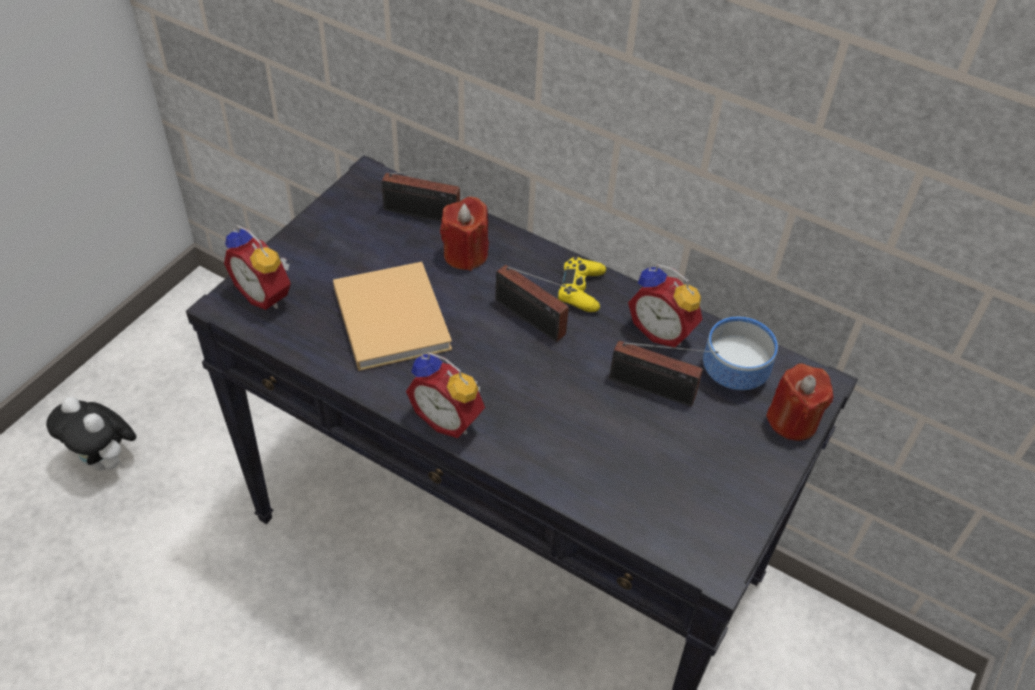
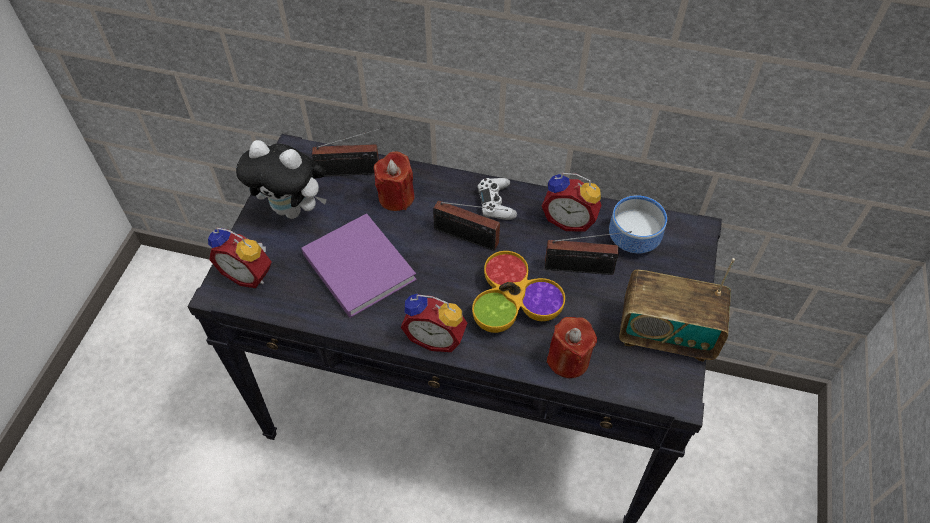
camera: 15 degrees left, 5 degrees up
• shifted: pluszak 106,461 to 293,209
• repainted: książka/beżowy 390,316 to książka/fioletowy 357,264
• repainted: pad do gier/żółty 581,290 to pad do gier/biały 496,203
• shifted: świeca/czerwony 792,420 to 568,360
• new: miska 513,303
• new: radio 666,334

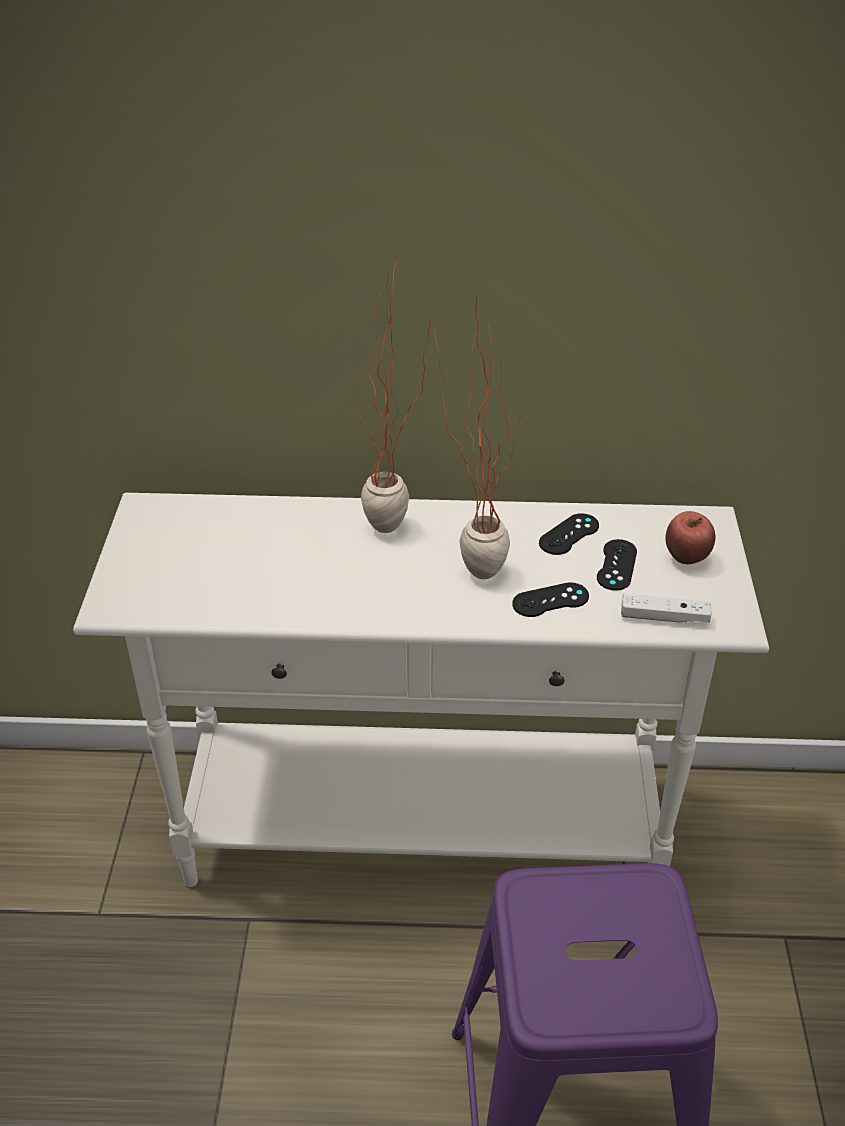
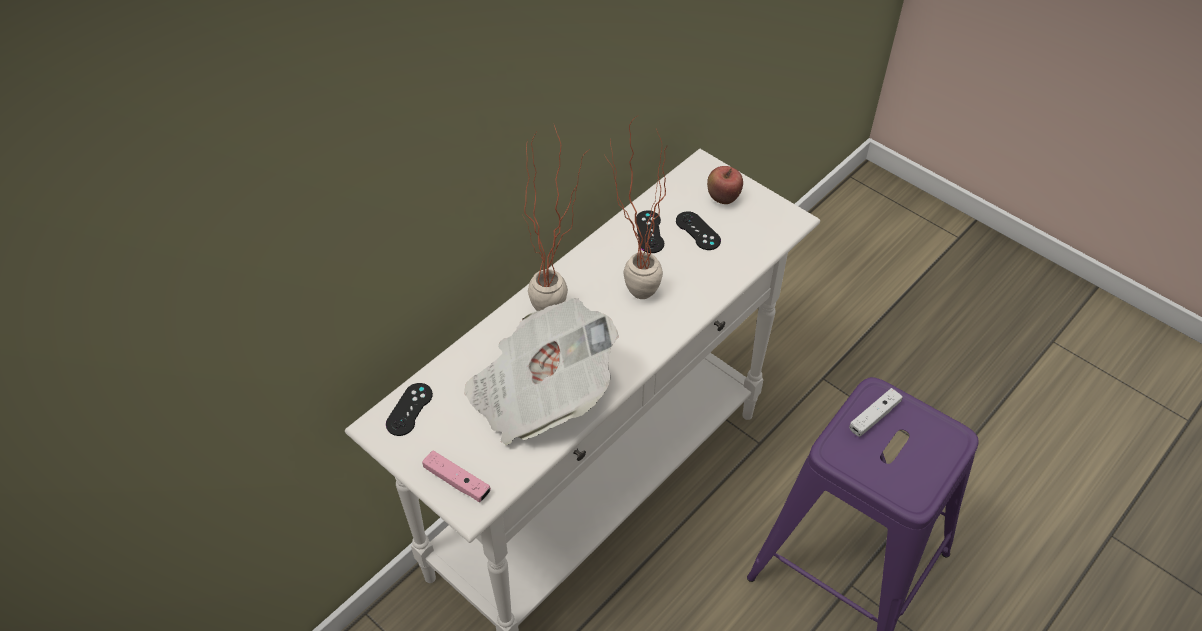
camera: 50 degrees left, 10 degrees up
• shifted: pad do gier/czarny 550,600 to 409,409
• shifted: pad do gier/biały 664,617 to 874,416
• new: pad do gier/różowy 457,481
• new: gazeta 540,394

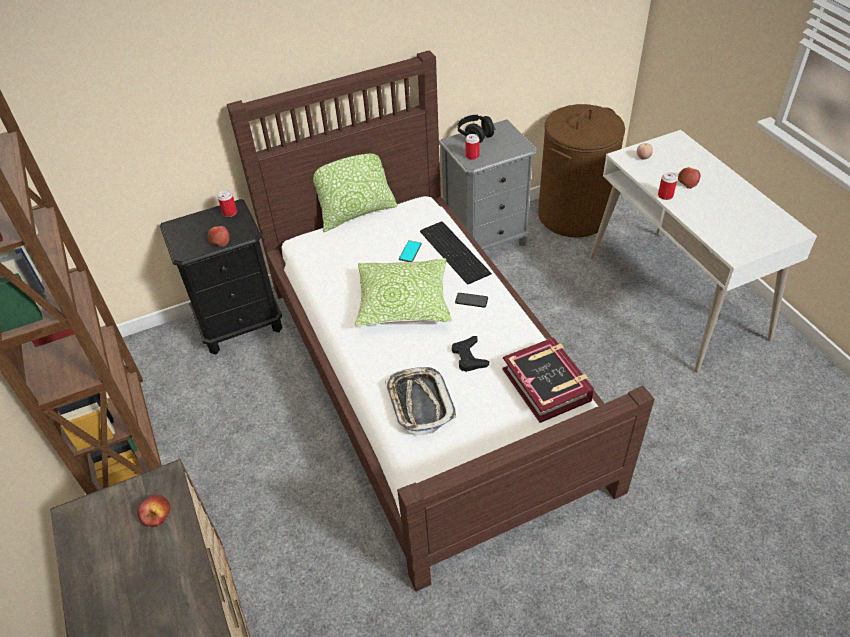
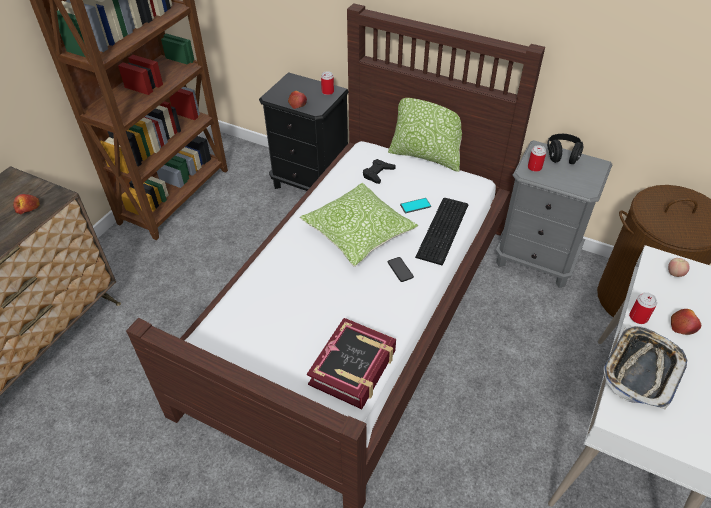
camera: 50 degrees right, 0 degrees up
• shifted: taca 419,403 to 641,369
• shifted: pad do gier/czarny 469,357 to 377,173

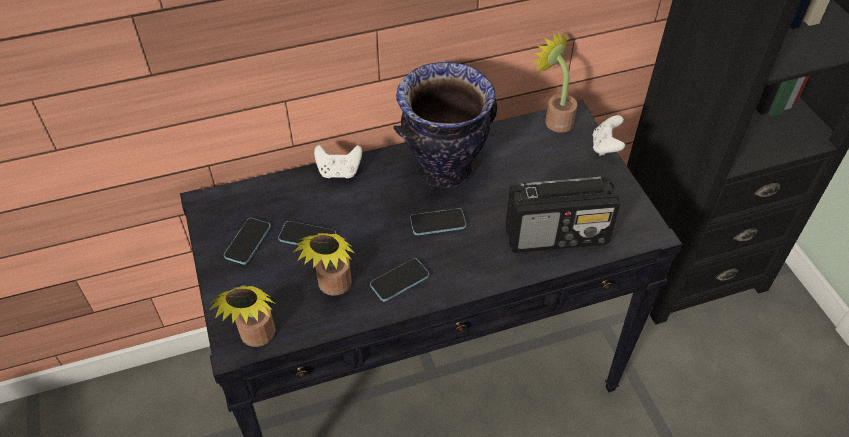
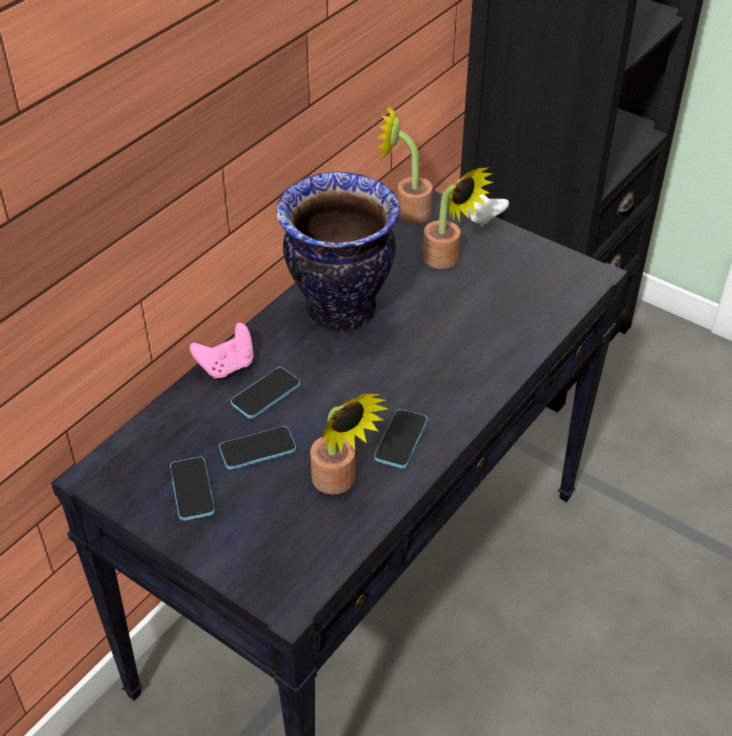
camera: 35 degrees left, 5 degrees down
• shifted: roślina doniczkowa 257,338 to 446,261
• repainted: pad do gier/biały 339,172 to pad do gier/różowy 227,366
• shifted: telefon 438,223 to 266,394
• gone: radio 557,235

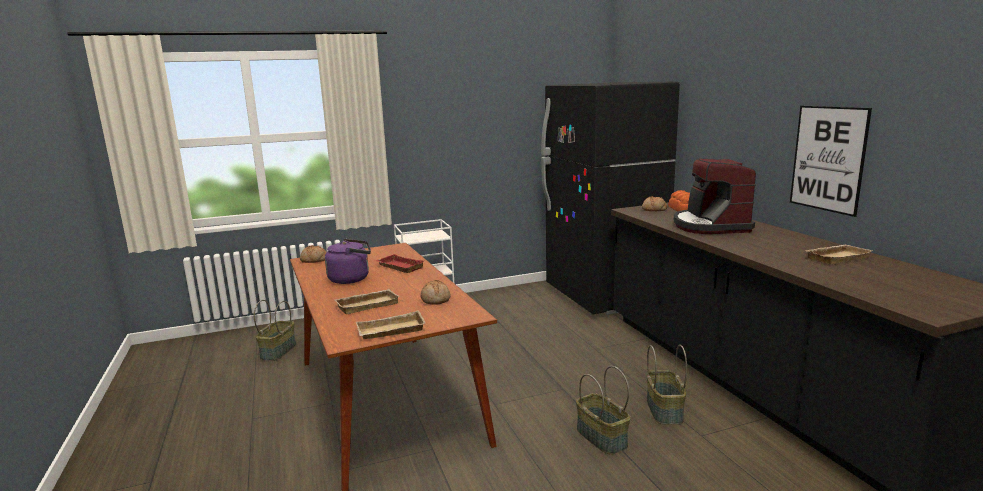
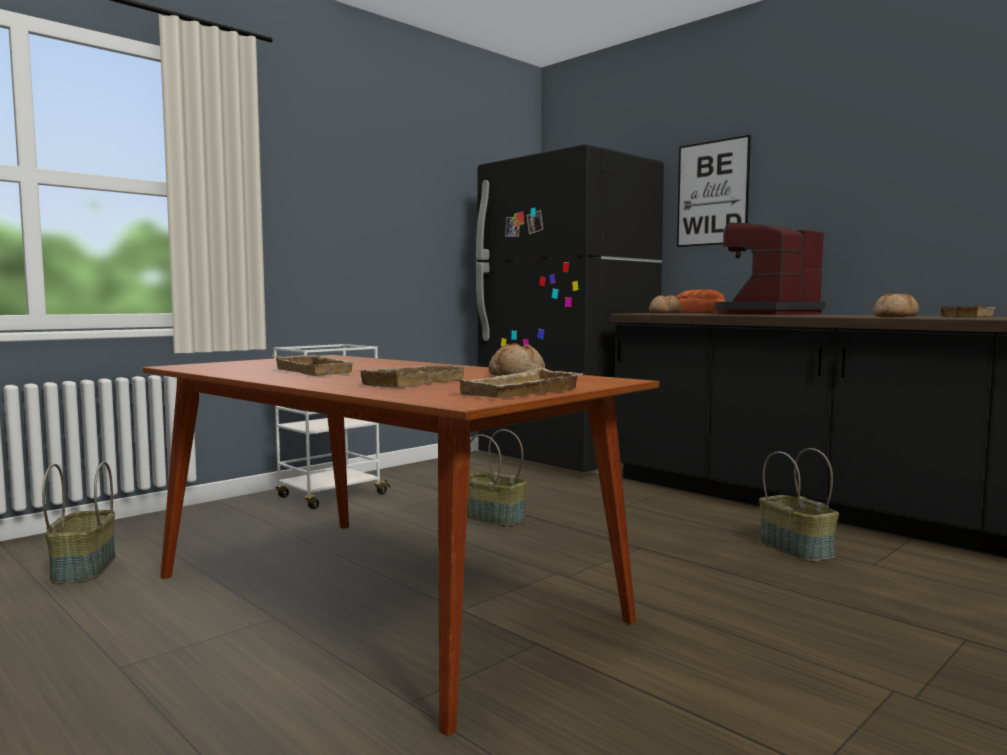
camera: 25 degrees left, 10 degrees down
• shifted: chleb 314,260 to 895,316
• swapped: czajnik/fioletowy 351,279 to taca/beżowy 318,371
• gone: taca/czerwony 398,267
• shifted: koszyk 600,437 to 492,518
• rotated: ekspres do kawy 710,226 = 766,314 75 degrees clockwise
• shifted: obraz 828,159 to 712,193

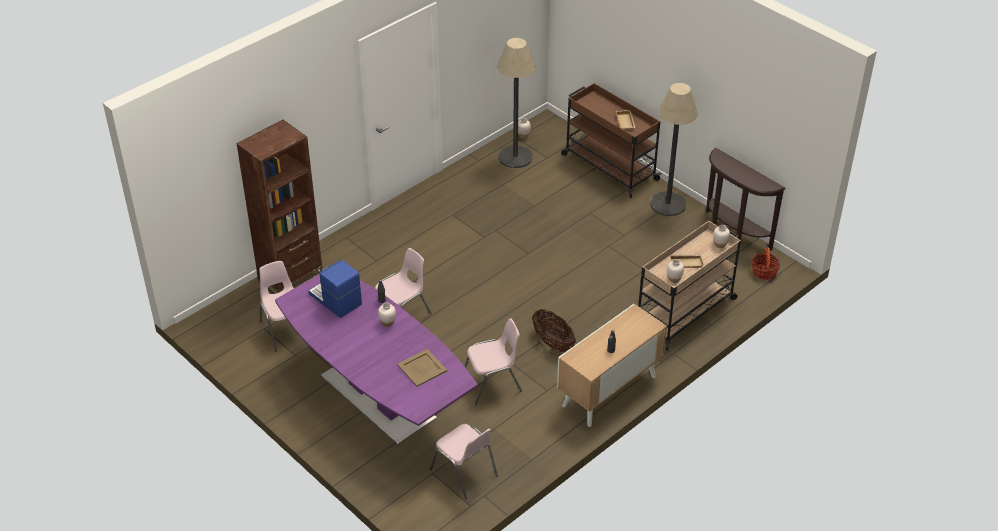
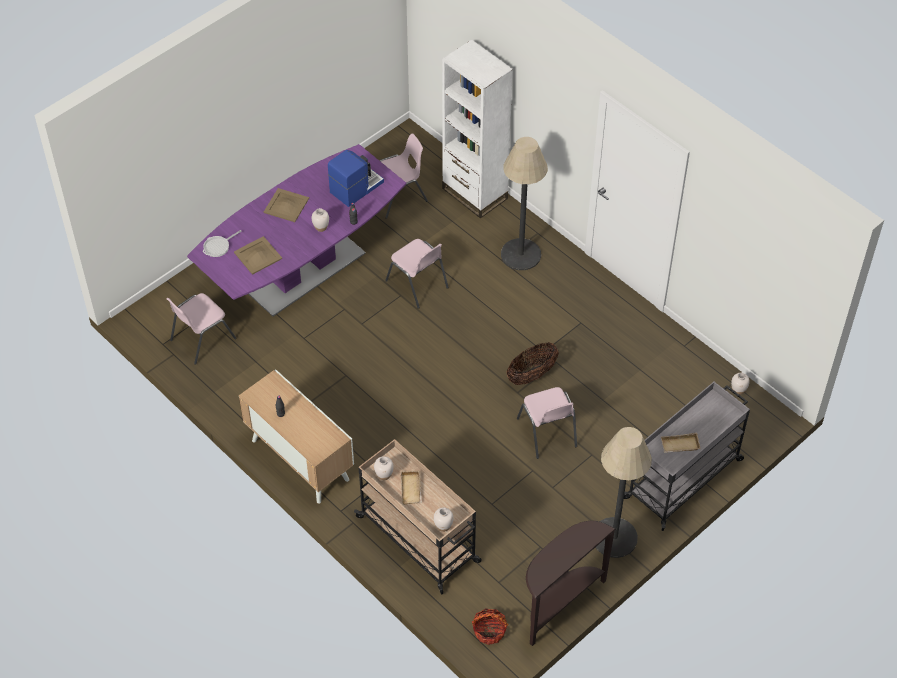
camera: 90 degrees right, 10 degrees up
• repainted: regał/brązowy 291,277 to regał/biały 474,194
• shifted: krzesło/różowy 493,383 to 547,433
• shifted: lampa stojąca 515,157 to 521,254
• shifted: koszyk 553,343 to 531,375
• repainted: wózek/brązowy 608,166 to wózek/szary 684,478
• new: patelnia 218,247
• new: taca/beżowy 286,205

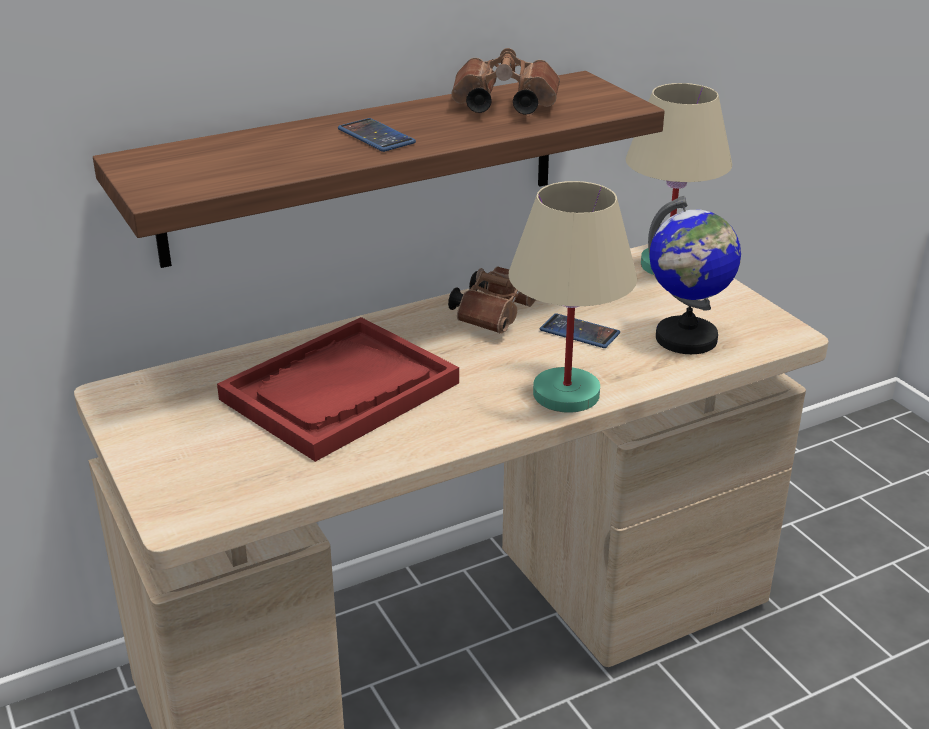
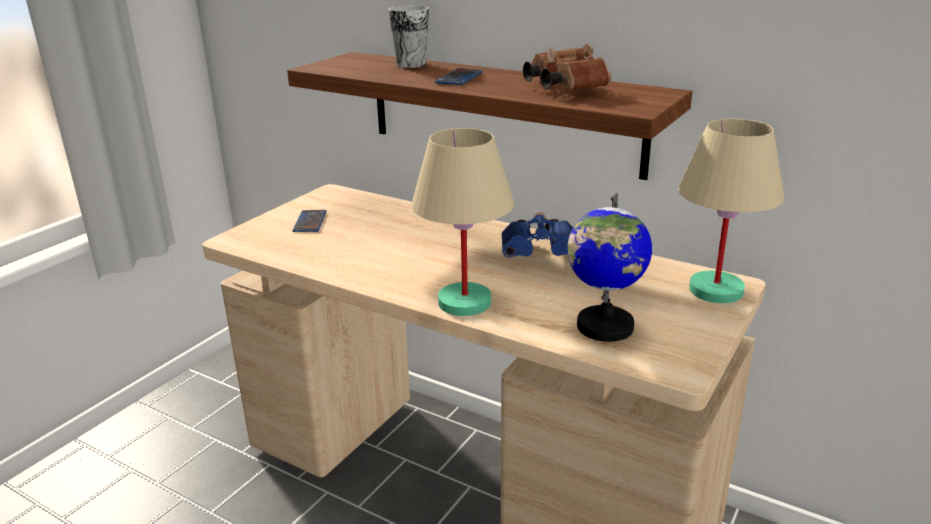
camera: 60 degrees right, 5 degrees down
• gone: taca/czerwony 340,392
• repainted: lornetka/brązowy 498,314 to lornetka/niebieski 542,253
• shifted: telefon 579,332 to 310,222
• new: filiżanka 411,64

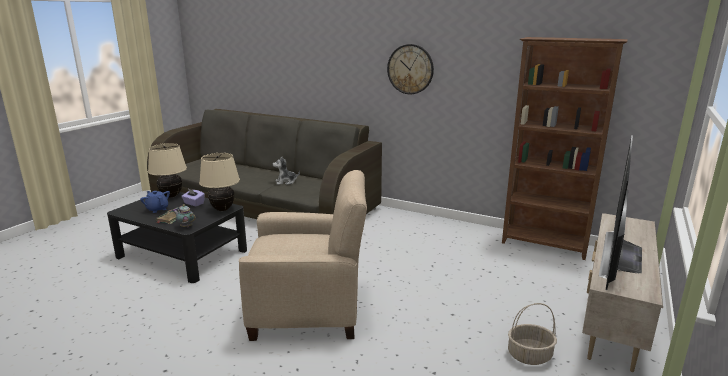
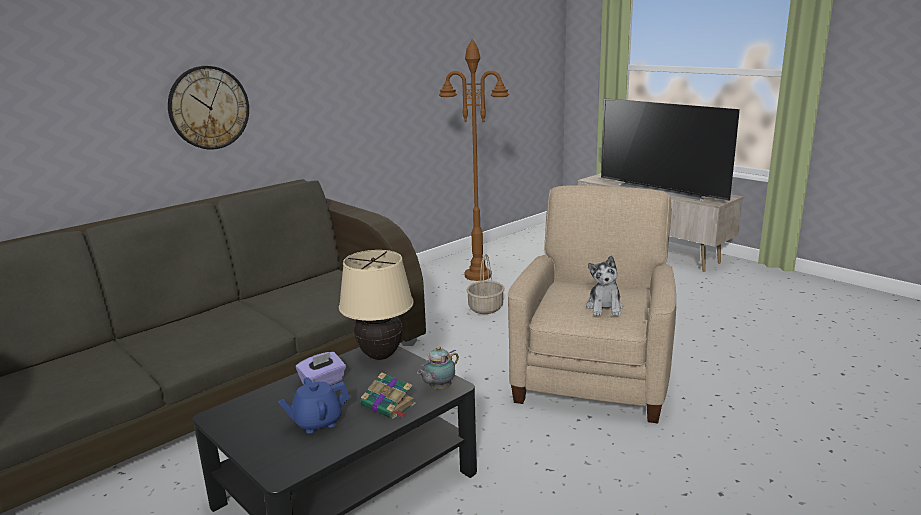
camera: 70 degrees left, 0 degrees up
• gone: lampa stołowa/beżowy 171,196
• shifted: pluszak 286,182 to 604,308
• shifted: zegar ścienny 410,69 to 209,108
• gone: regał/brązowy 545,245
• shifted: koszyk 529,355 to 486,308
• new: lampa stojąca/brązowy 478,275

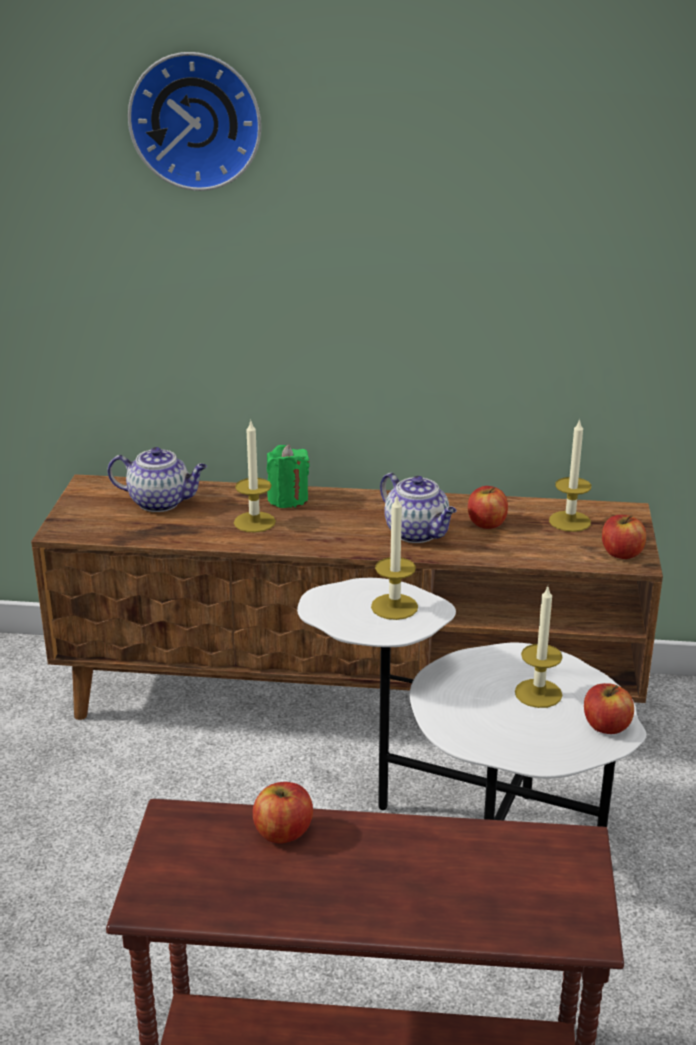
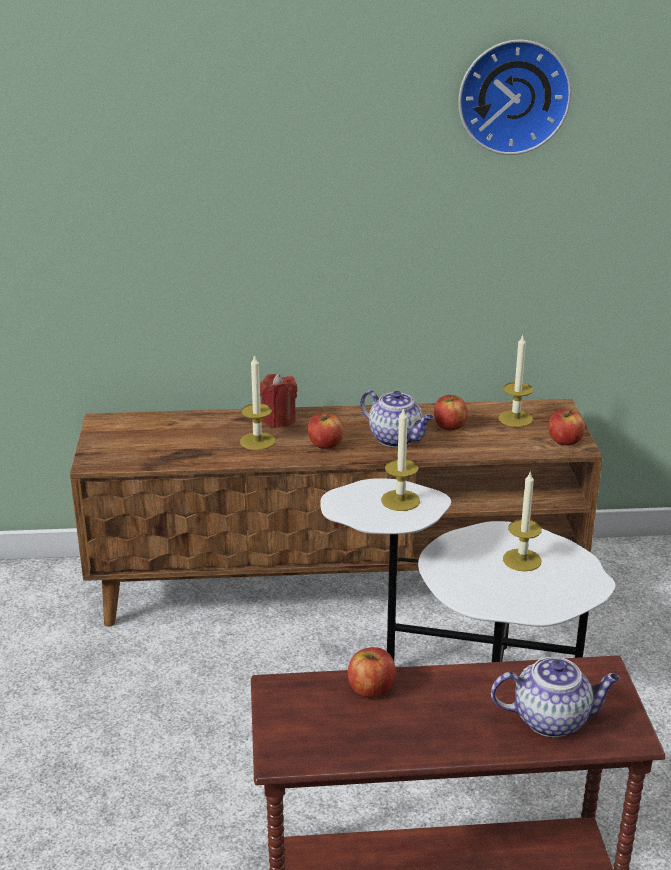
camera: 10 degrees left, 0 degrees up
• shifted: imbryk 161,502 to 552,719
• shifted: zegar ścienny 196,120 to 512,96
• repainted: świeca/zielony 288,499 to świeca/czerwony 278,419
• shifted: jabłko 606,726 to 325,444

